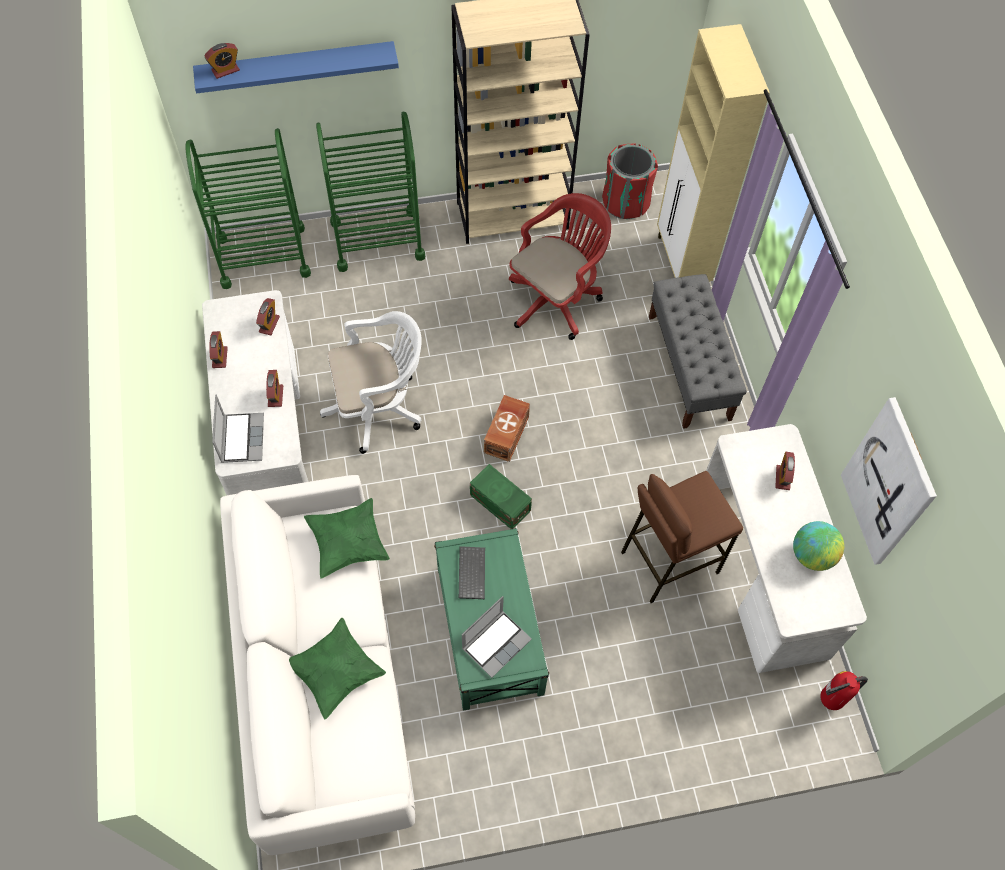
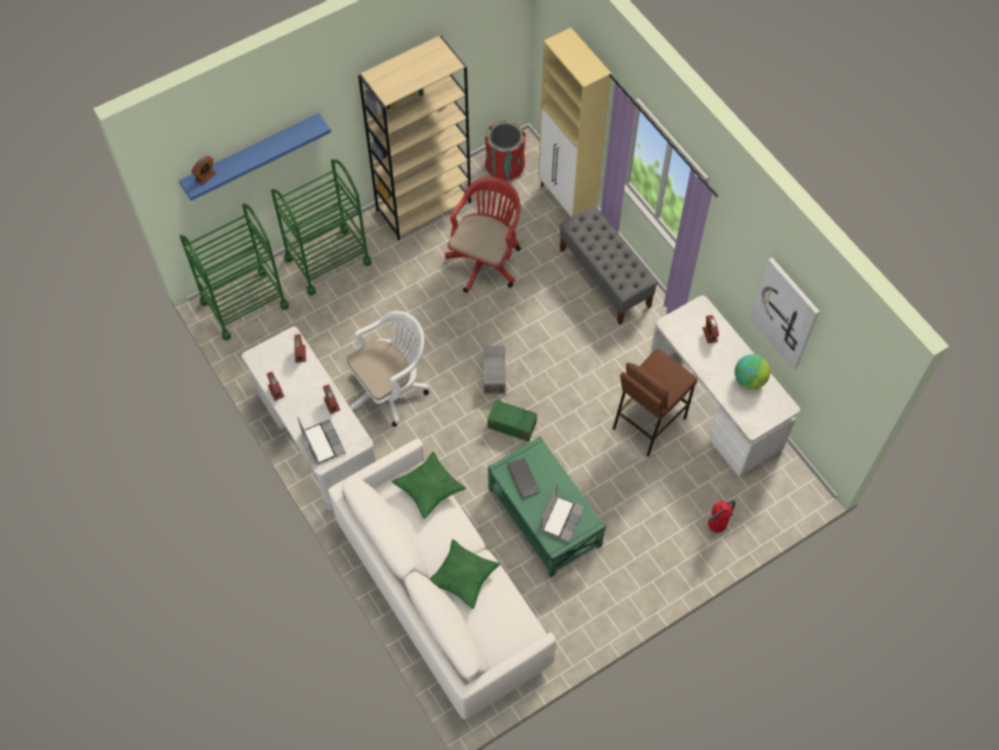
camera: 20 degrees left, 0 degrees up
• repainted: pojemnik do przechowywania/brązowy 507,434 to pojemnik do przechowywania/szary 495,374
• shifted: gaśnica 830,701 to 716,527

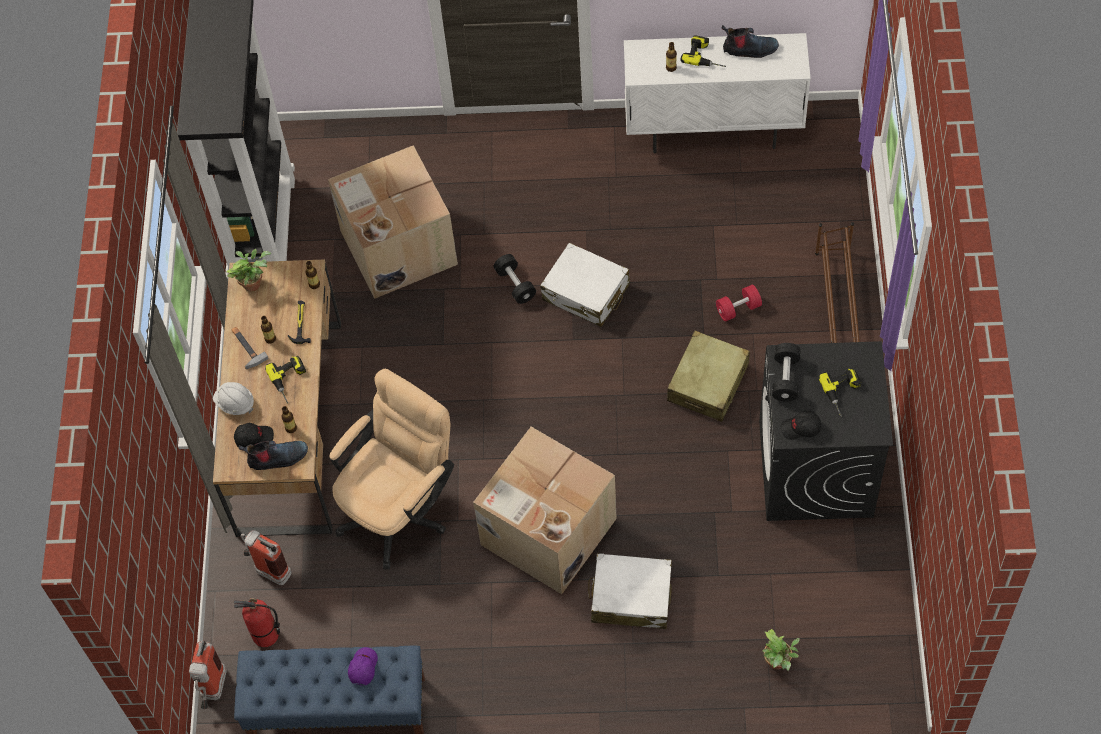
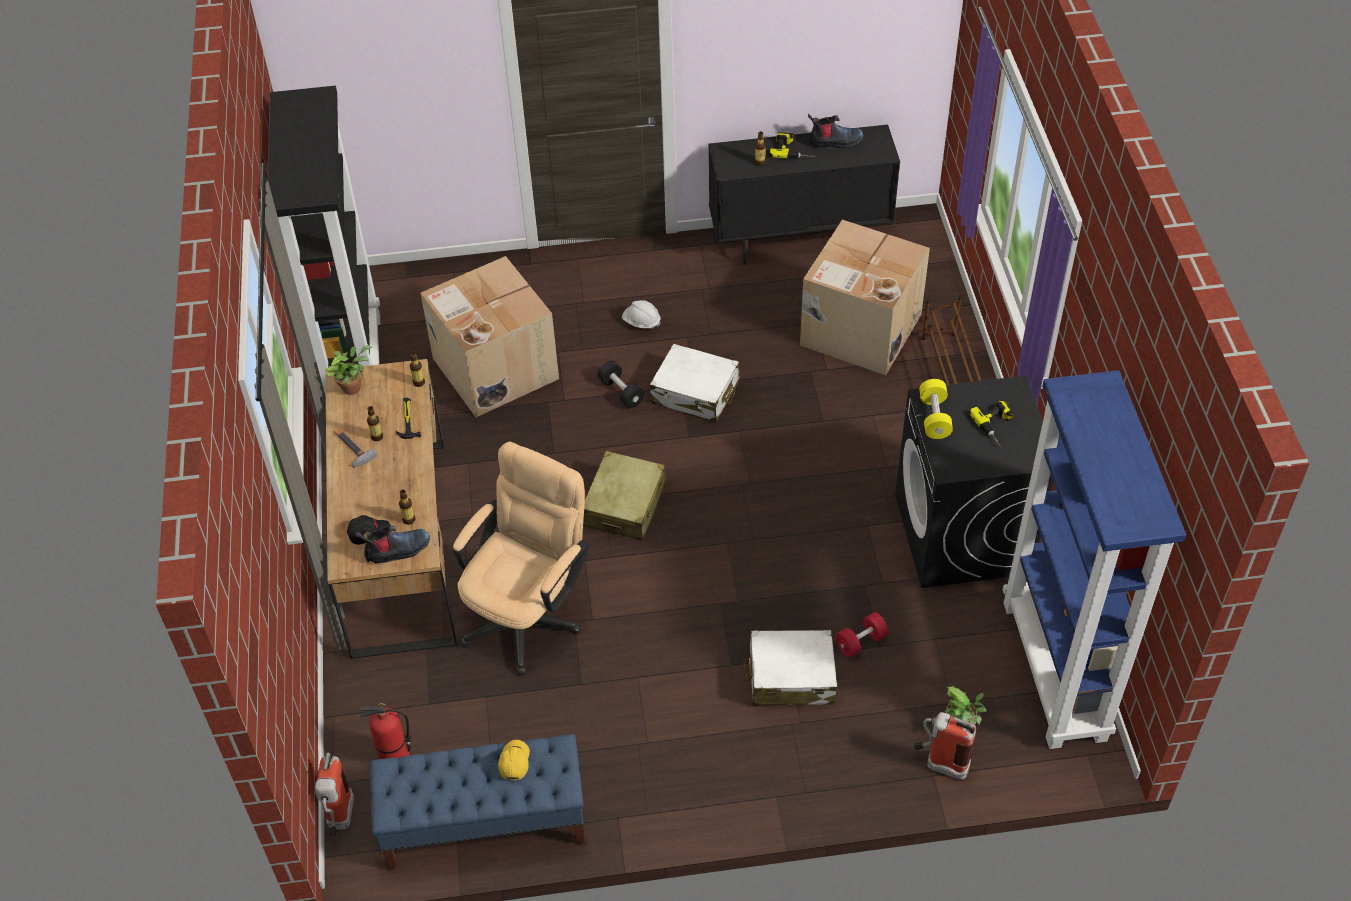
camera: 10 degrees left, 10 degrees down
• shifted: kask/biały 235,403 to 641,322
• shifted: gaśnica 268,569 to 939,764
• gone: wiertarka 290,381
• repainted: czapka z daszkiem/fioletowy 363,668 to czapka z daszkiem/żółty 514,762
• shifted: karton 546,532 to 859,330
• repainted: szafka/biały 713,131 to szafka/czarny 799,241
• shifted: walizka/beżowy 708,383 to 625,505
• shifted: hantel/czerwony 738,309 to 861,642
• repainted: hantel/czarny 785,378 to hantel/żółty 934,417
• gone: czapka z daszkiem/czarny 801,428
• new: regał/niebieski 1055,671

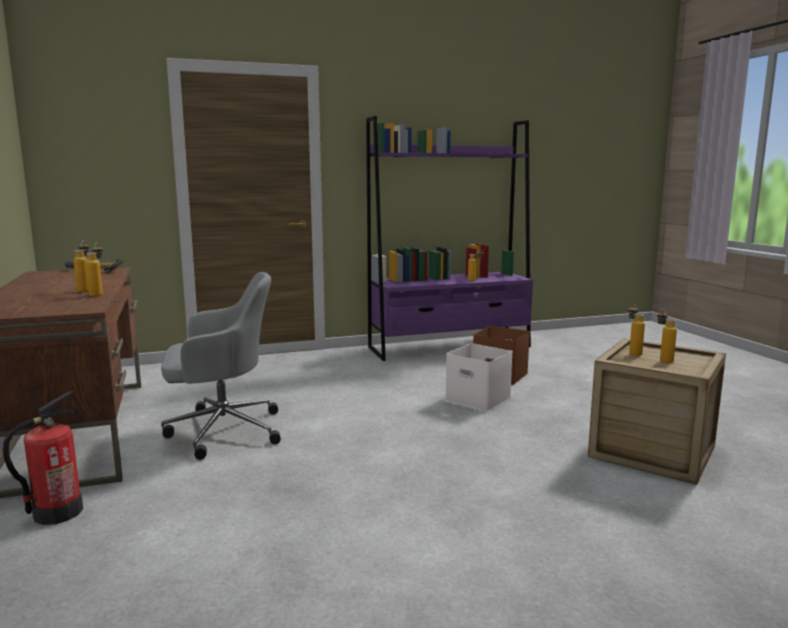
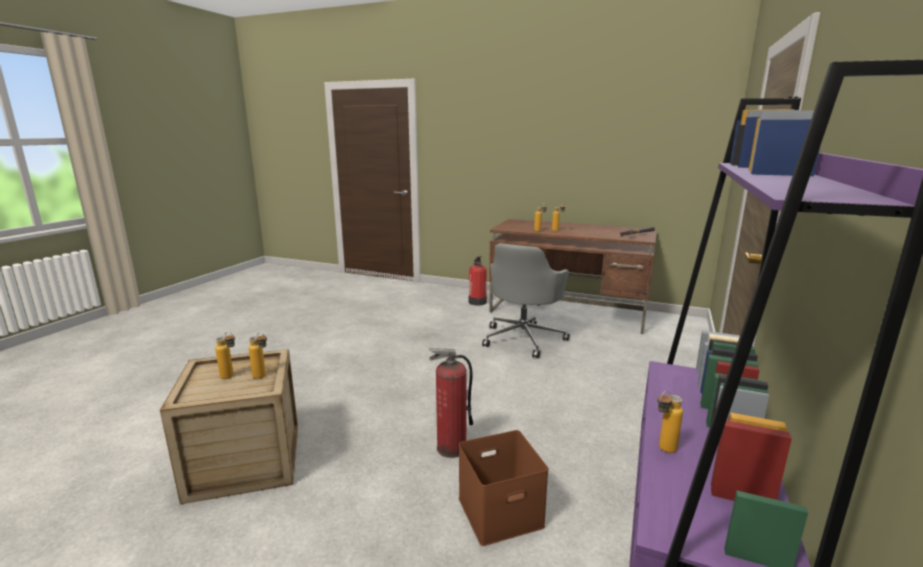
camera: 130 degrees right, 5 degrees up
• swapped: pojemnik do przechowywania/biały 479,399 to gaśnica 451,448

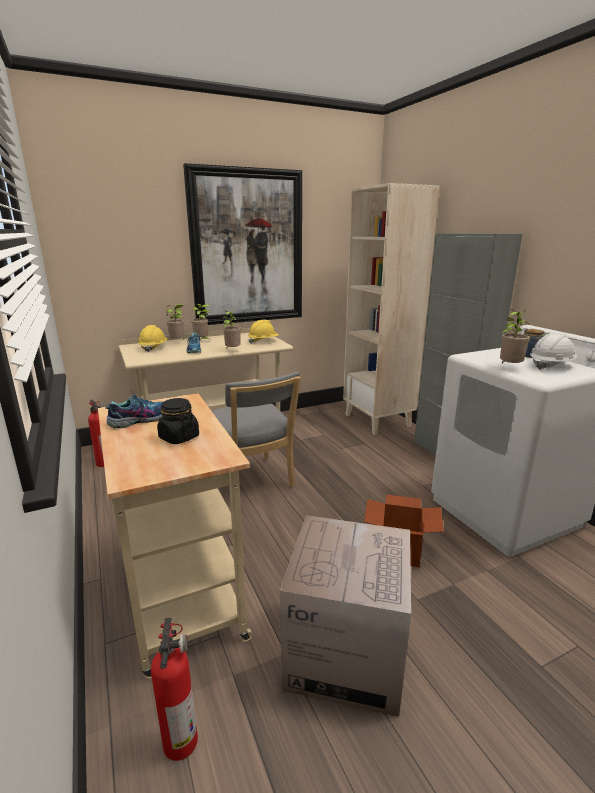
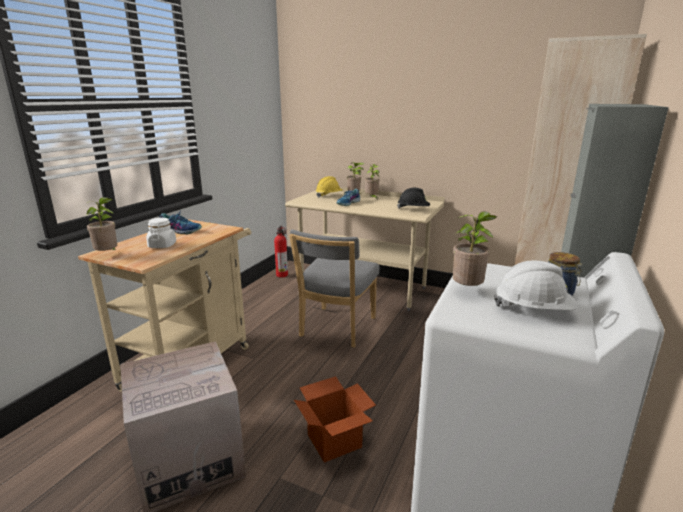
camera: 50 degrees right, 0 degrees up
• gone: gaśnica 180,739
• repainted: słoik/czarny 179,437 to słoik/biały 162,245
• gone: obraz 247,248
• shifted: roślina doniczkowa 232,351 to 108,255
• repainted: kask/żółty 263,341 to kask/czarny 413,209

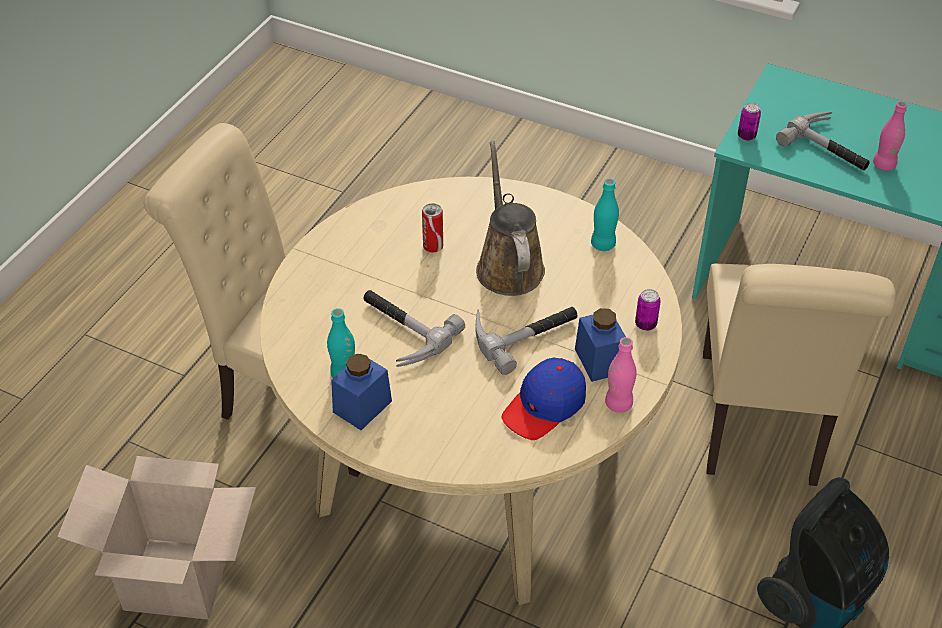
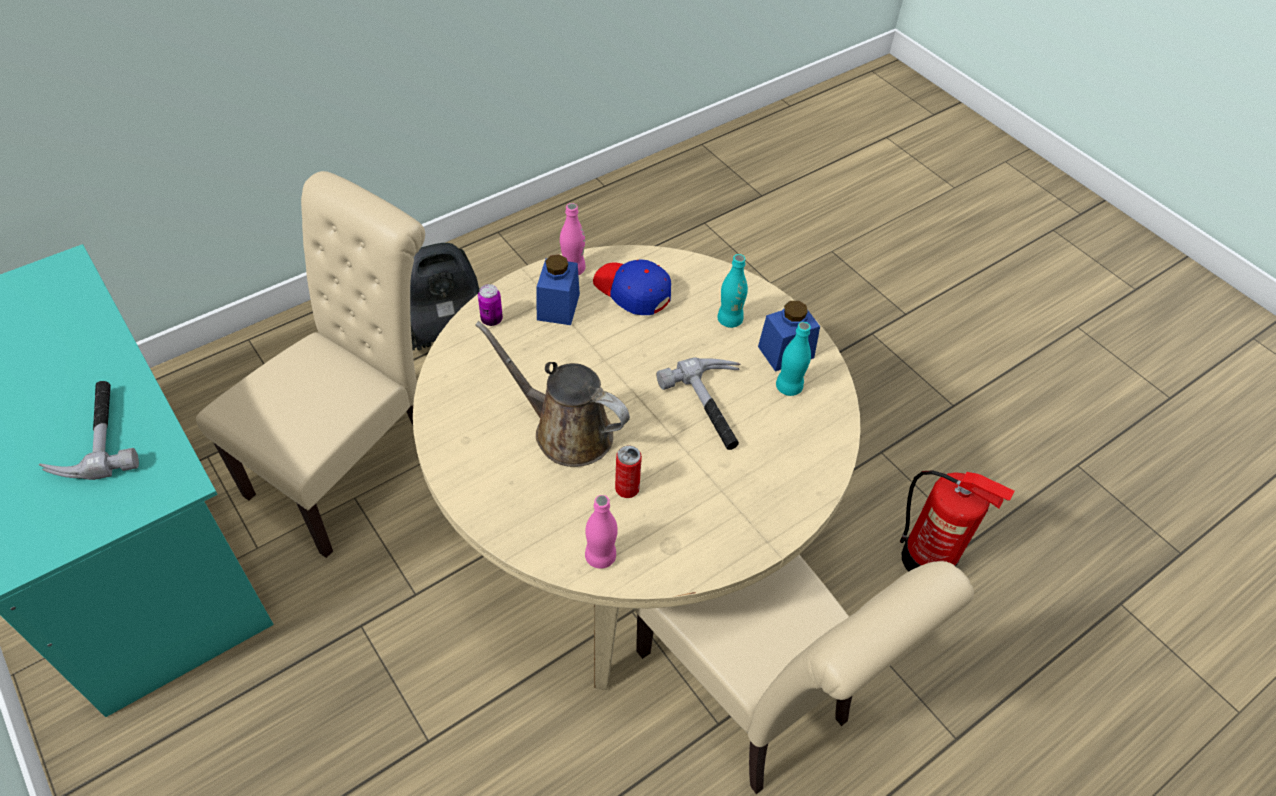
camera: 155 degrees left, 5 degrees up
• swapped: karton 177,579 to gaśnica 928,560
• rotated: konewka/brązowy 508,265 = 566,431 105 degrees clockwise
• gone: młotek 524,332
• rotated: czapka z daszkiem/niebieski 545,406 = 632,291 120 degrees counterclockwise
• shifted: butelka/turkusowy 603,244 to 729,320
• gone: puszka 746,136
• shifted: butelka/różowy 883,165 to 600,556

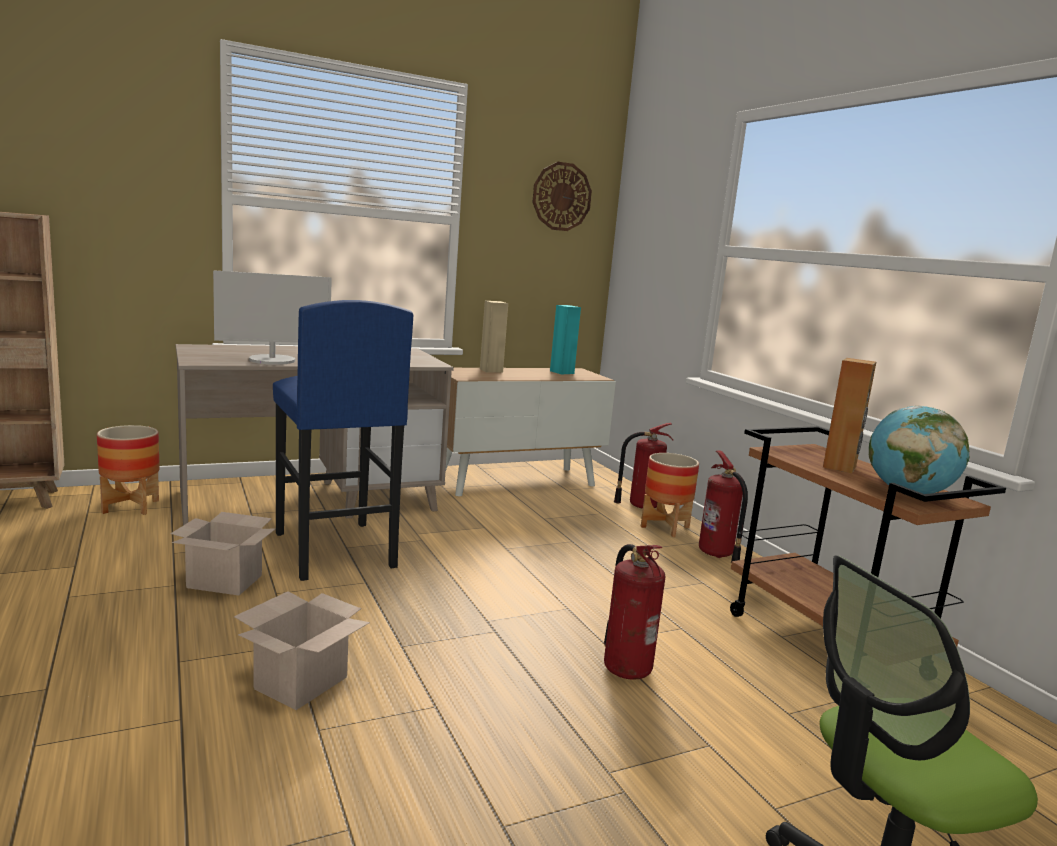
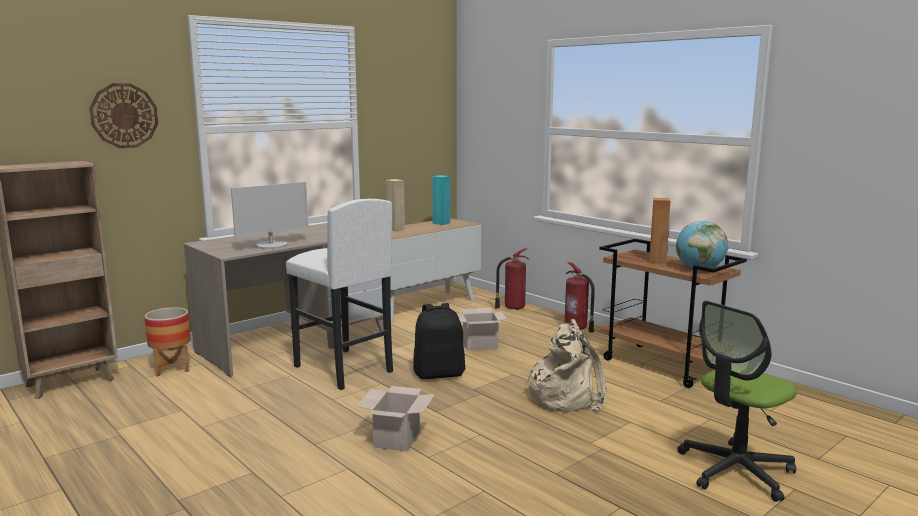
camera: 15 degrees left, 0 degrees up
• shifted: karton 227,581 to 481,345
• repainted: stołek/niebieski 333,550 to stołek/biały 343,369
• shifted: zegar ścienny 561,196 to 124,115
• swapped: gaśnica 626,668 to plecak/beżowy 566,397
• gone: donica 665,527
• new: plecak/czarny 439,374

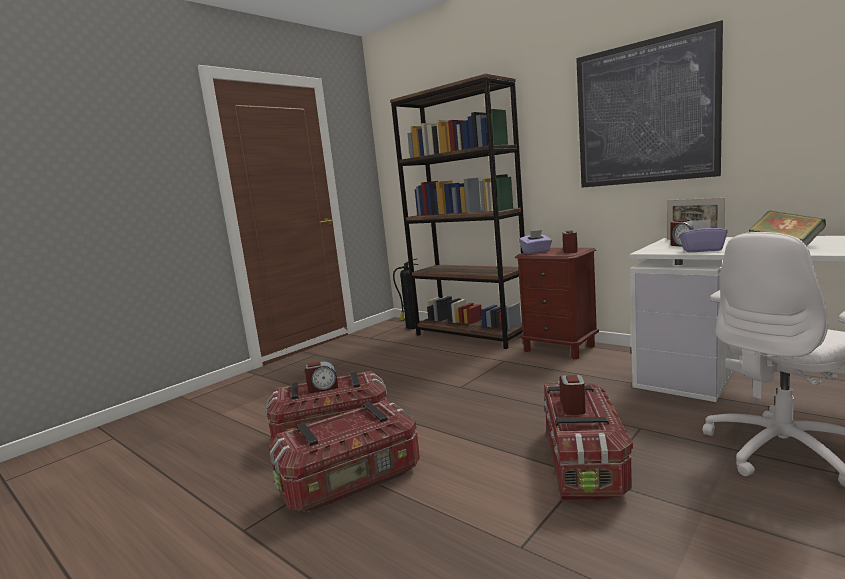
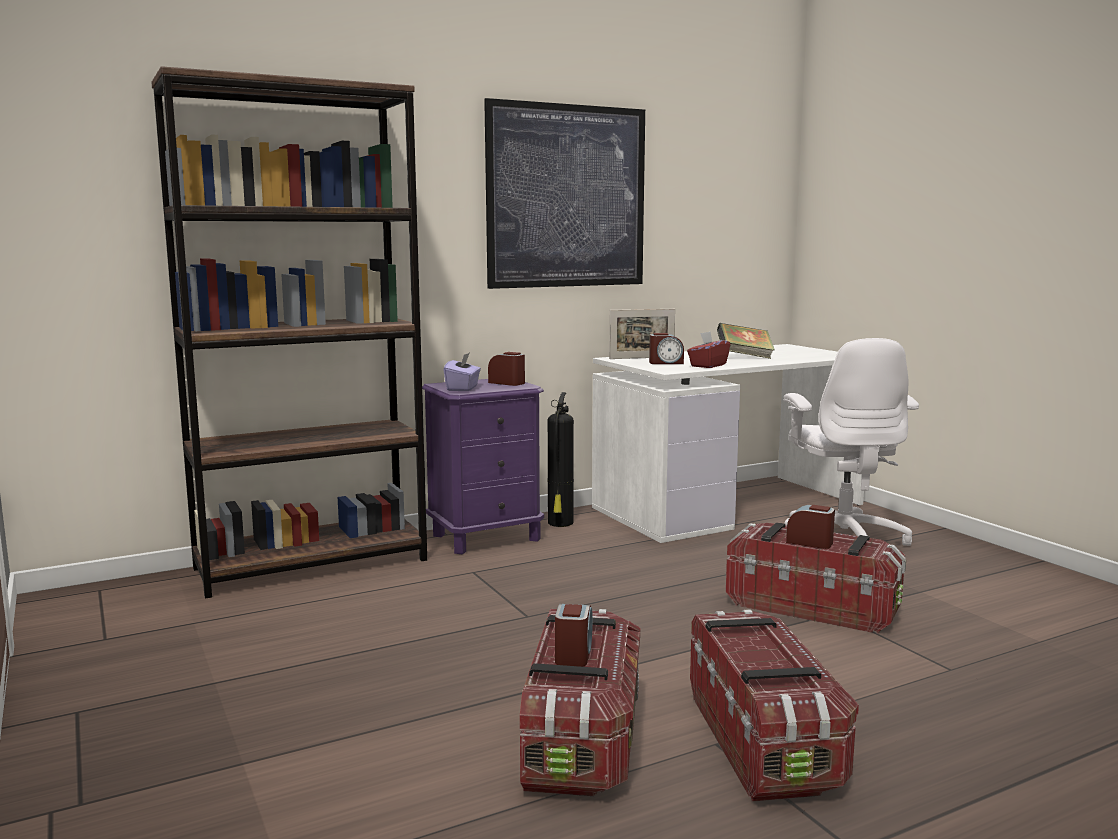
camera: 70 degrees left, 0 degrees up
• shifted: gaśnica 412,327 to 560,523
• repainted: szafka nocna/brązowy 559,348 to szafka nocna/fioletowy 486,537
• repainted: pudełko chusteczek/fioletowy 702,250 to pudełko chusteczek/czerwony 708,365

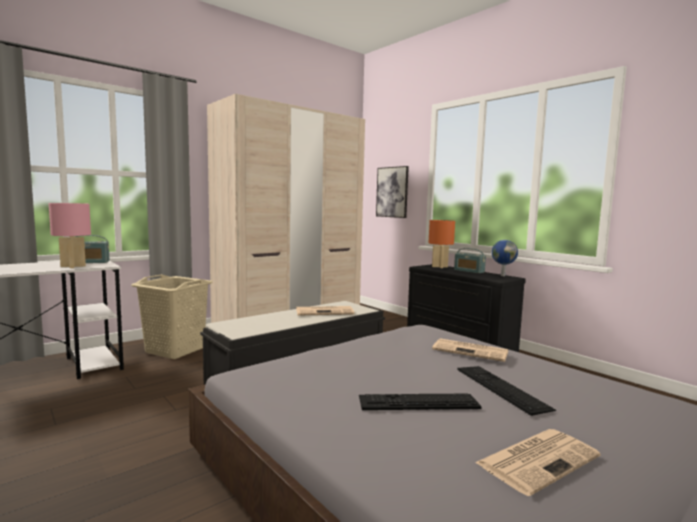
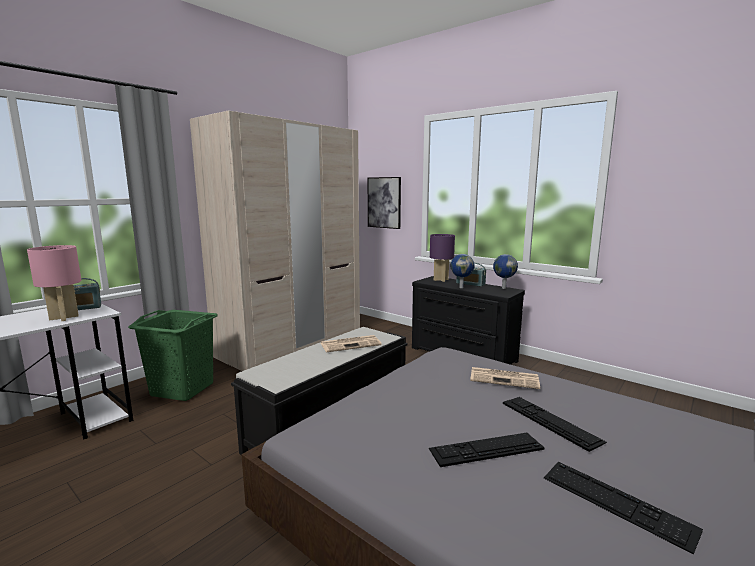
camera: 10 degrees left, 5 degrees up
• repainted: kosz na pranie/beżowy 175,350 to kosz na pranie/zielony 182,389
• repainted: lampa stołowa/pomarańczowy 439,267 to lampa stołowa/fioletowy 440,280
• swapped: gazeta 538,459 to klawiatura 616,502
• new: globus 461,287

